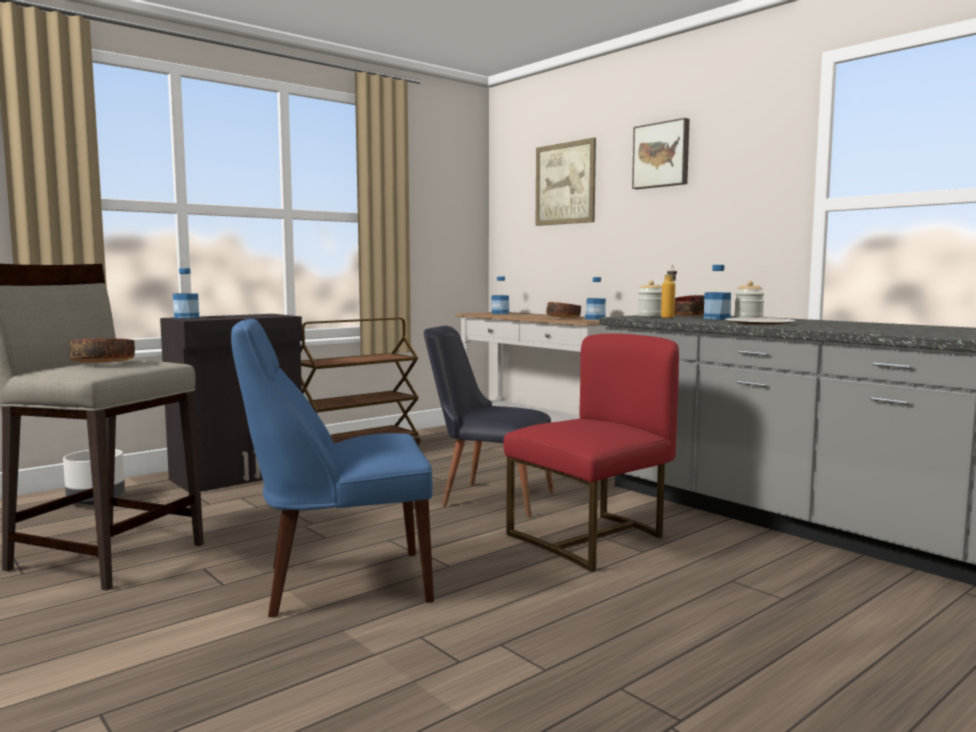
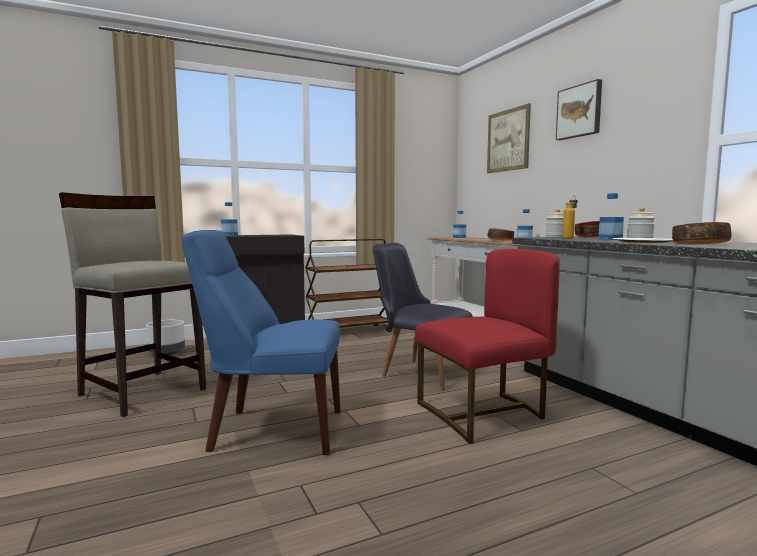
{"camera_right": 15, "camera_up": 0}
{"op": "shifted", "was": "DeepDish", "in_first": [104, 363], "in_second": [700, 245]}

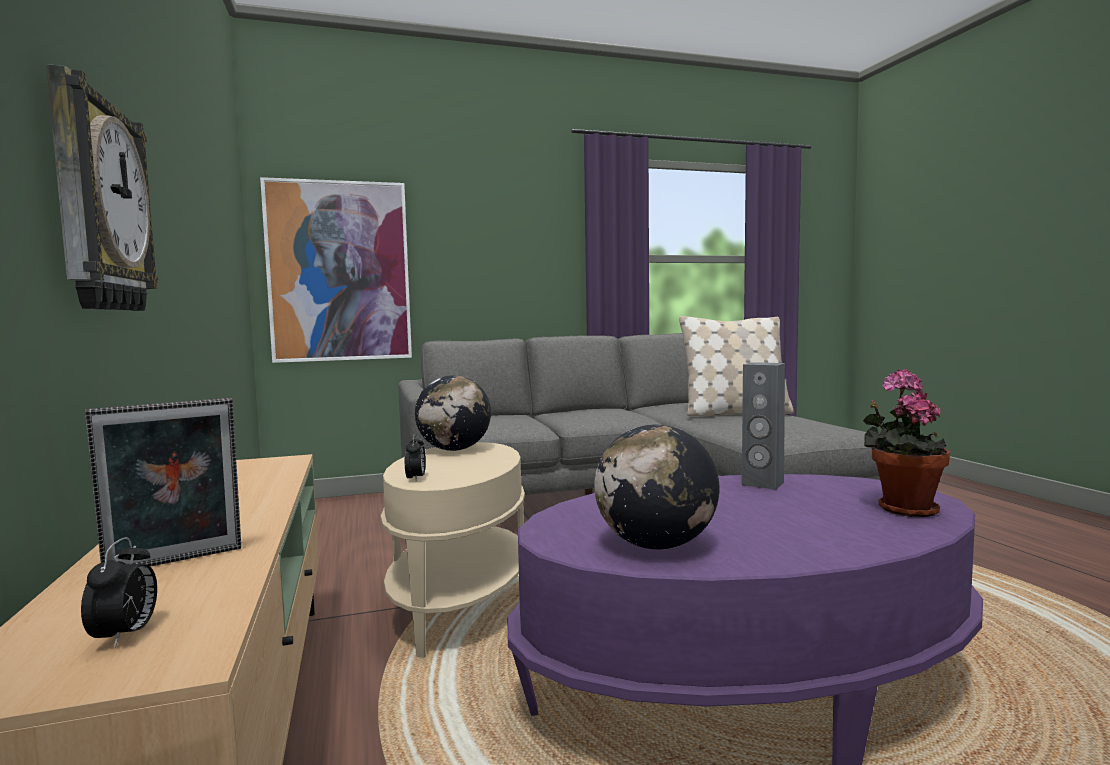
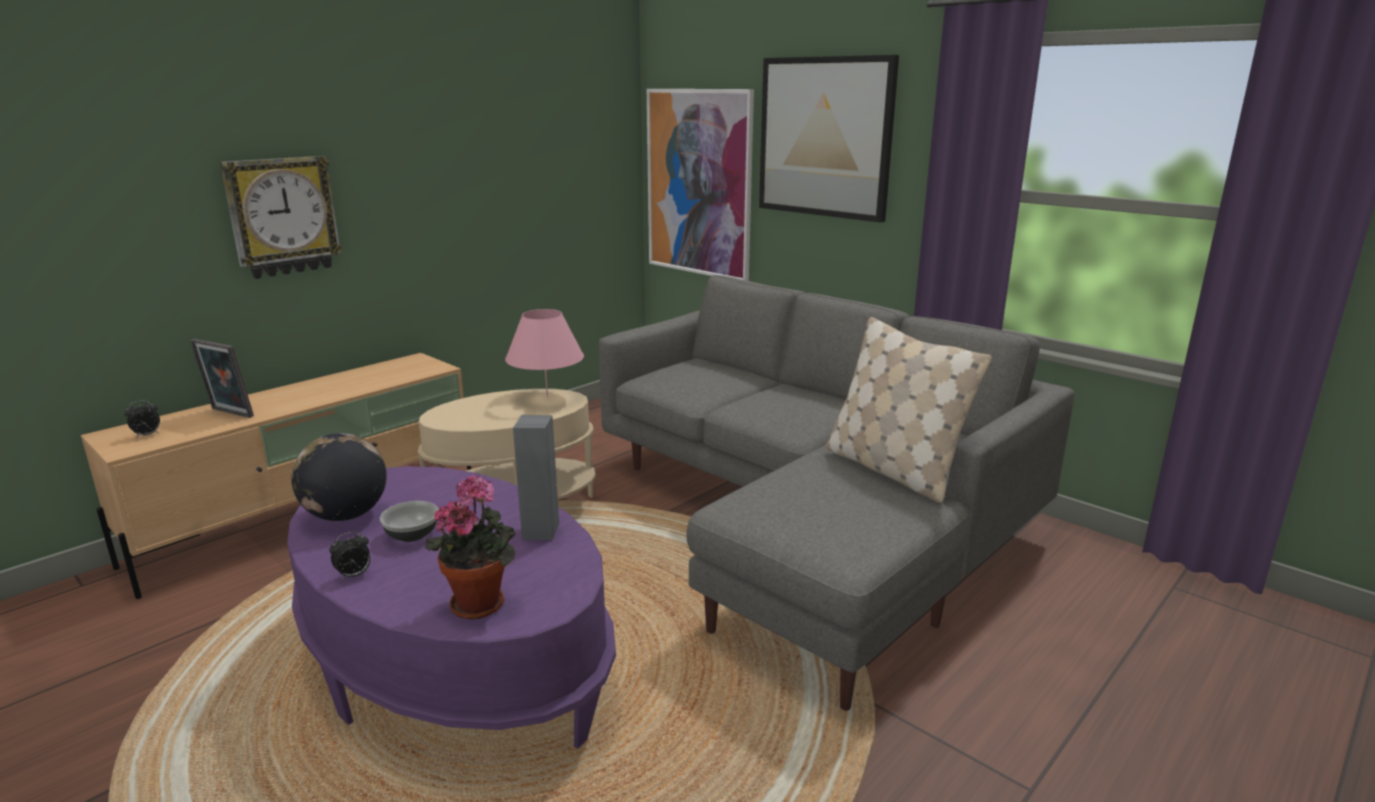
{"camera_right": 60, "camera_up": 15}
{"op": "new", "now": "DeepDish", "in_second": [412, 535]}
{"op": "new", "now": "Picture", "in_second": [825, 137]}
{"op": "shifted", "was": "AlarmClock", "in_first": [416, 479], "in_second": [354, 575]}
{"op": "swapped", "was": "WorldGlobe", "now": "PinkTabletopLamp", "in_first": [454, 449], "in_second": [547, 397]}

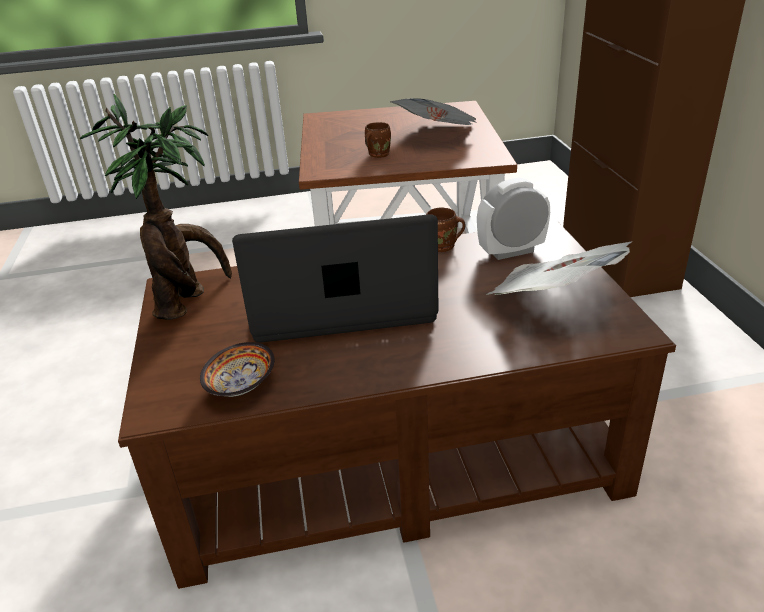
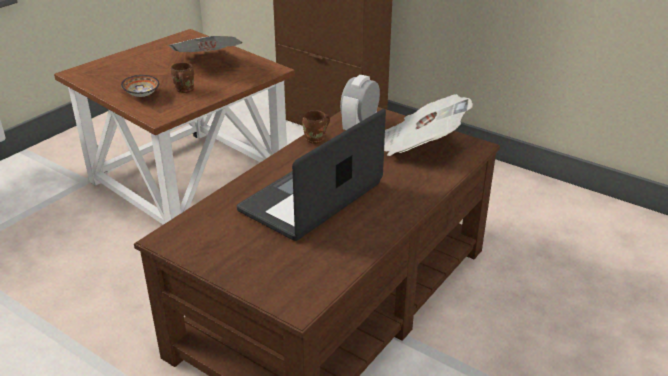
{"camera_right": -45, "camera_up": 0}
{"op": "gone", "was": "Houseplant", "in_first": [188, 300]}
{"op": "shifted", "was": "DeepDish", "in_first": [239, 386], "in_second": [141, 95]}

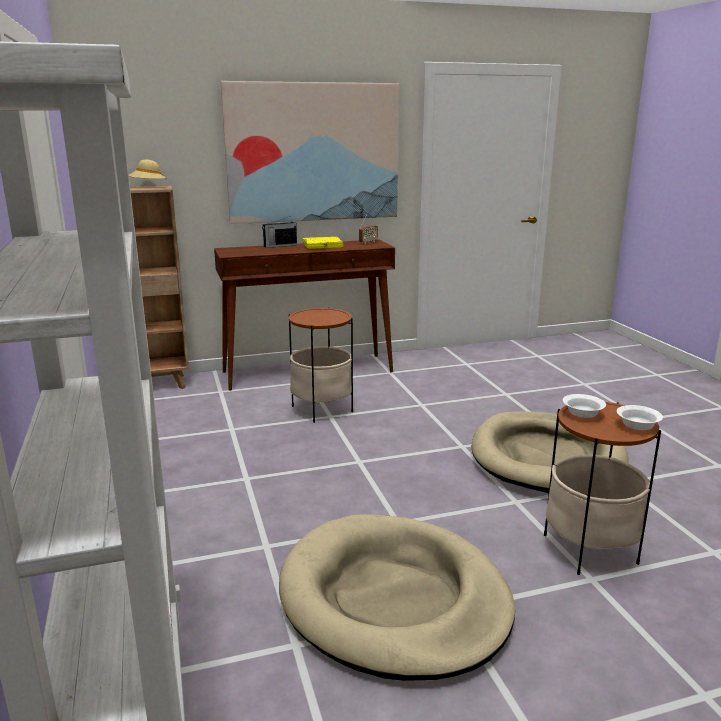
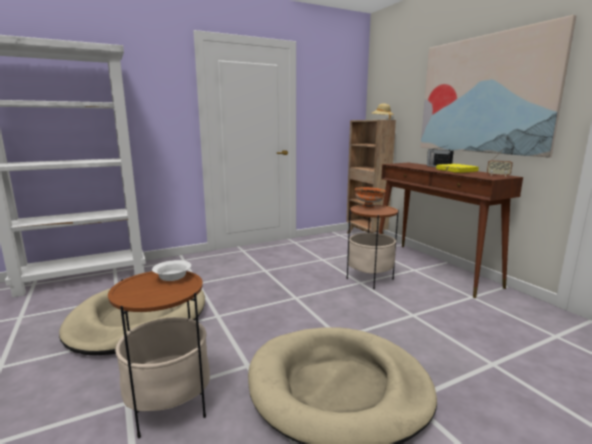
{"camera_right": 80, "camera_up": -5}
{"op": "gone", "was": "WhiteColouredDeepDish", "in_first": [636, 425]}
{"op": "new", "now": "OrangeyDeepDish", "in_second": [369, 206]}

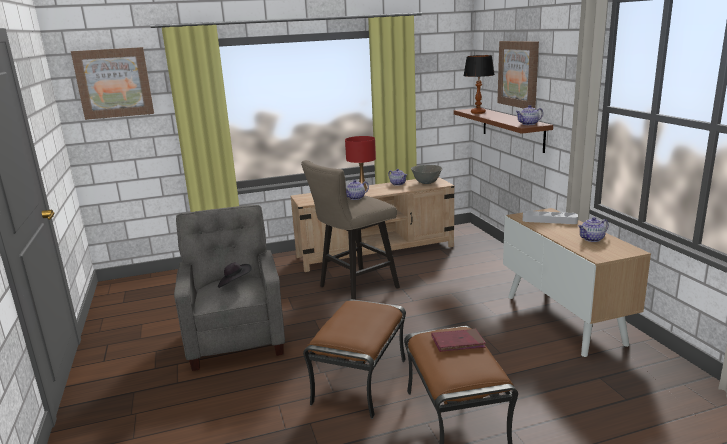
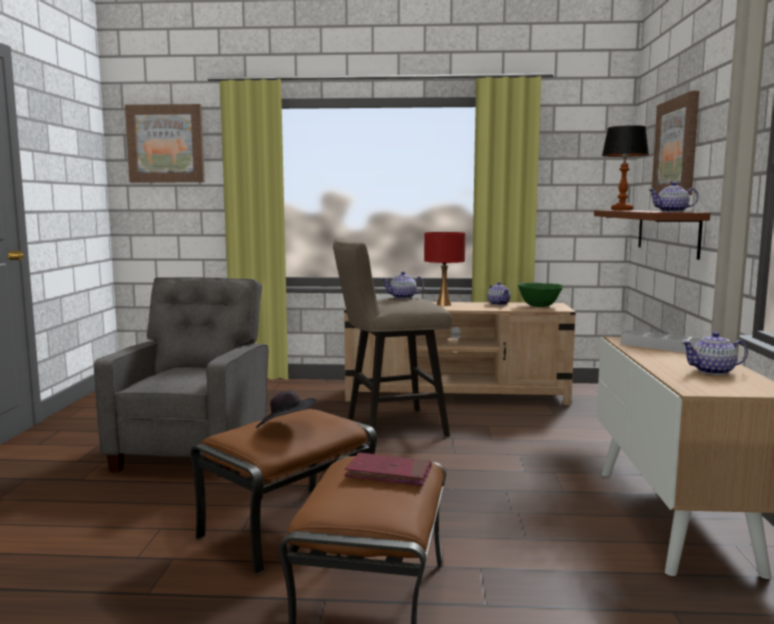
{"camera_right": 20, "camera_up": -10}
{"op": "shifted", "was": "BlackColouredClothingHat", "in_first": [235, 284], "in_second": [286, 428]}
{"op": "repainted", "was": "GreyDeepDish", "now": "GreenColouredDeepDish", "in_first": [426, 182], "in_second": [539, 306]}

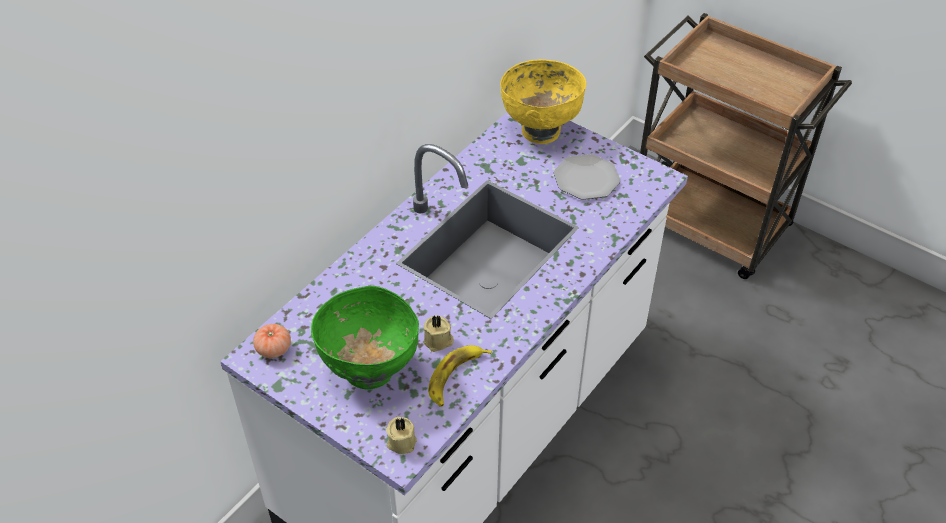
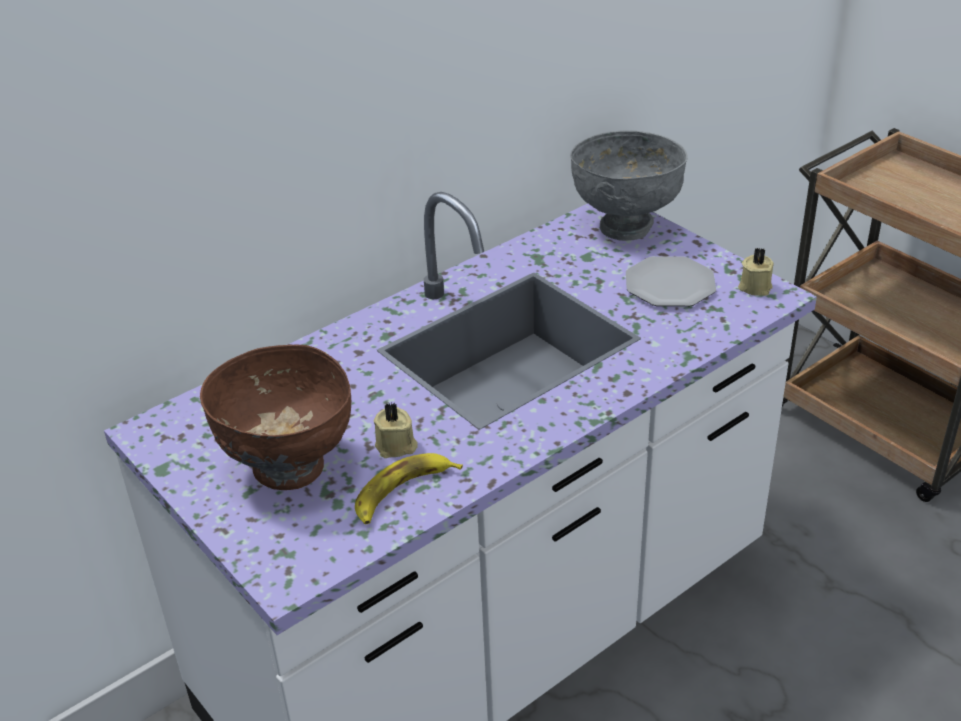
{"camera_right": 15, "camera_up": -10}
{"op": "gone", "was": "WholeTomato", "in_first": [274, 349]}
{"op": "shifted", "was": "SandColouredWaxLight", "in_first": [401, 441], "in_second": [754, 286]}
{"op": "repainted", "was": "GreenColouredDeepDish", "now": "BrownishDeepDish", "in_first": [370, 371], "in_second": [289, 469]}
{"op": "repainted", "was": "YellowColouredDeepDish", "now": "GreyDeepDish", "in_first": [540, 130], "in_second": [625, 226]}

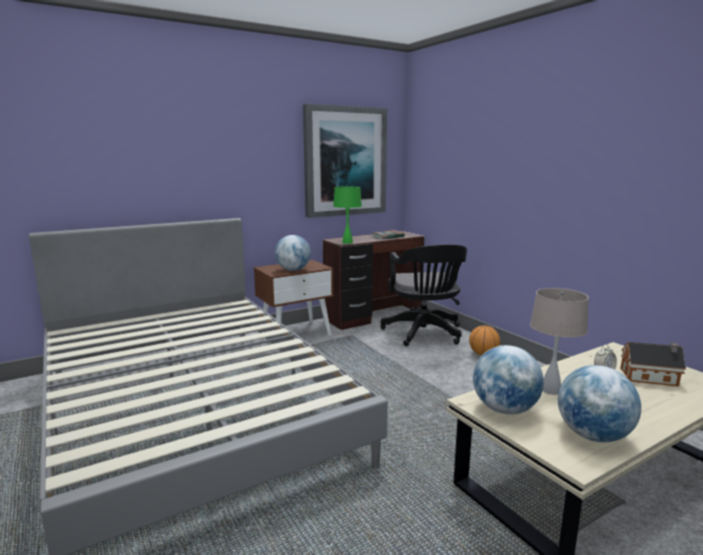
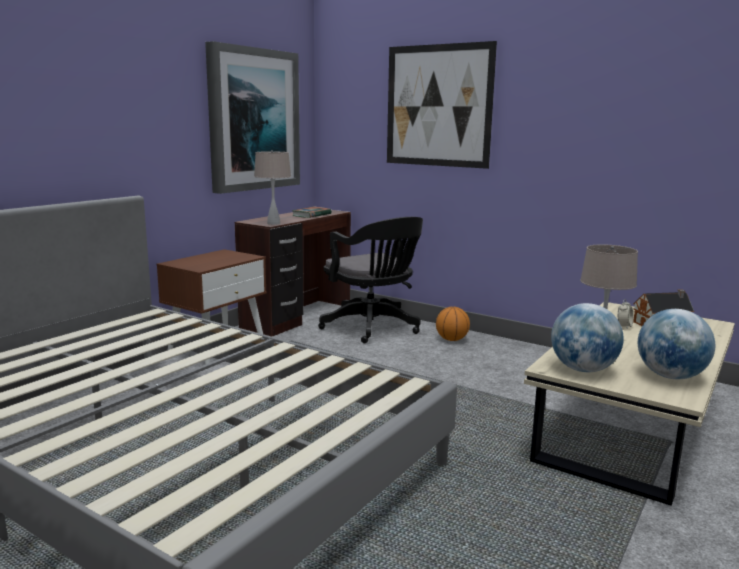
{"camera_right": -25, "camera_up": 0}
{"op": "gone", "was": "WorldGlobe", "in_first": [293, 270]}
{"op": "new", "now": "Picture", "in_second": [438, 106]}
{"op": "repainted", "was": "GreenColouredTabletopLamp", "now": "SandColouredTabletopLamp", "in_first": [347, 242], "in_second": [274, 223]}

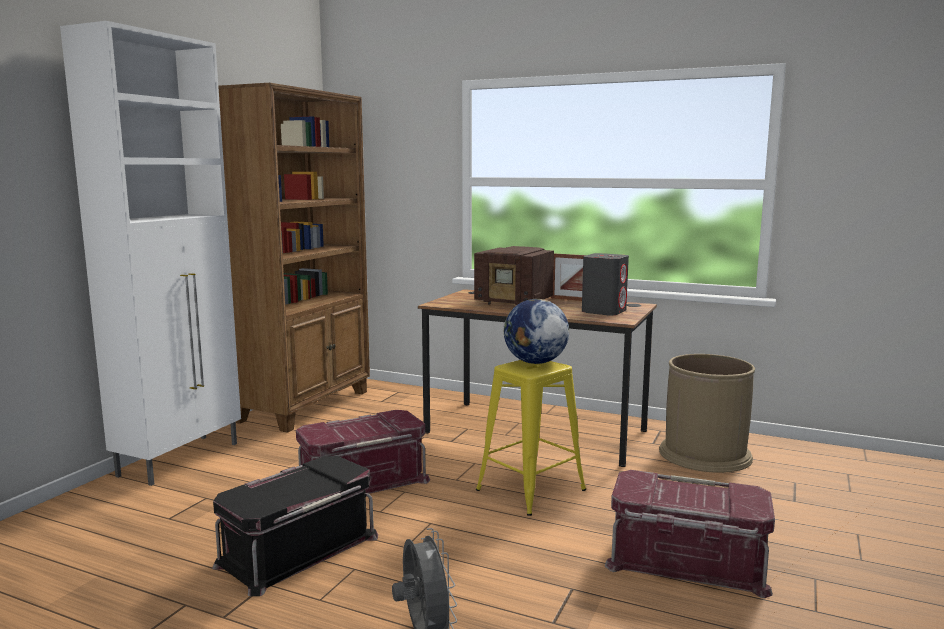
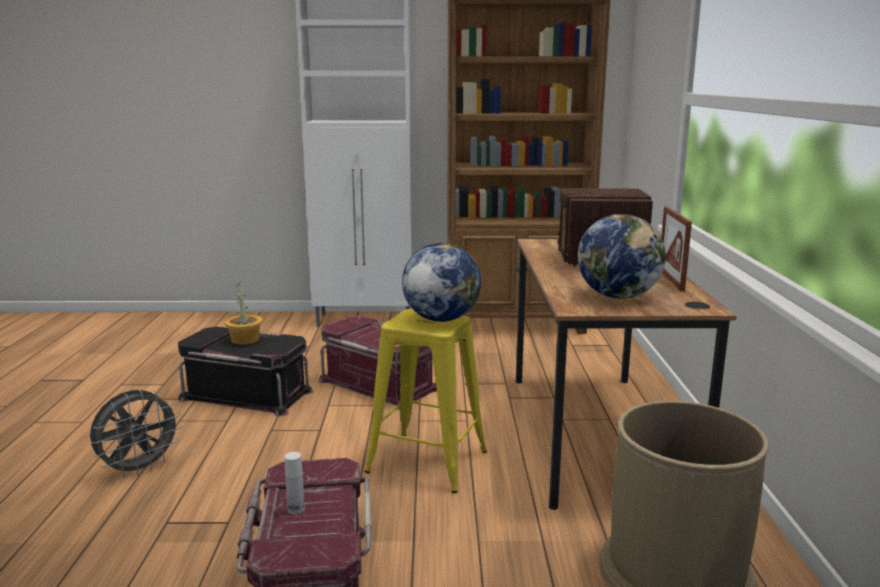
{"camera_right": 65, "camera_up": 5}
{"op": "new", "now": "Houseplant", "in_second": [245, 340]}
{"op": "new", "now": "WhiteColouredBottle", "in_second": [296, 509]}
{"op": "swapped", "was": "GreyLoudspeaker", "now": "WorldGlobe", "in_first": [604, 311], "in_second": [618, 296]}

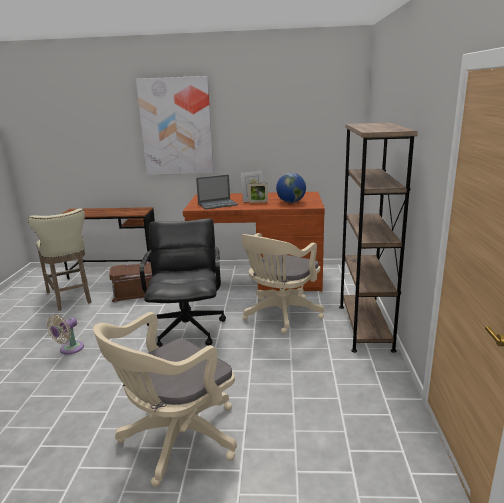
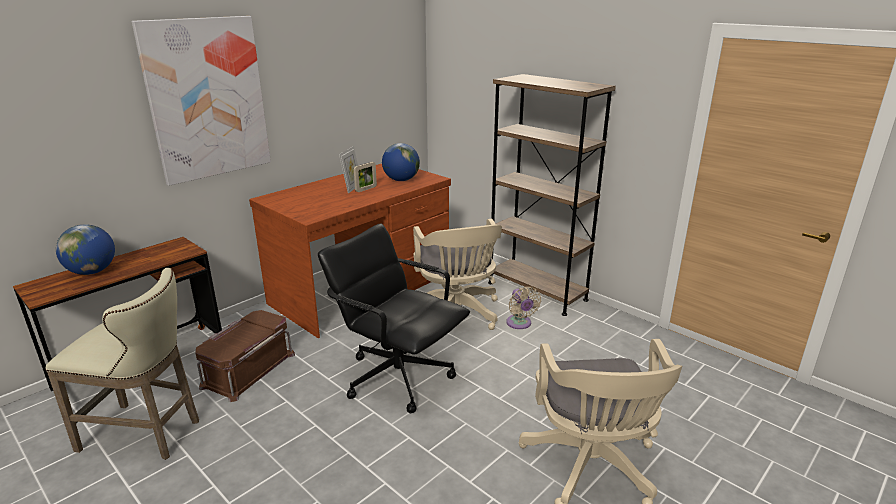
{"camera_right": -50, "camera_up": 5}
{"op": "gone", "was": "Laptop", "in_first": [218, 204]}
{"op": "new", "now": "WorldGlobe", "in_second": [92, 271]}
{"op": "shifted", "was": "SandColouredCoolingFan", "in_first": [69, 349], "in_second": [519, 324]}

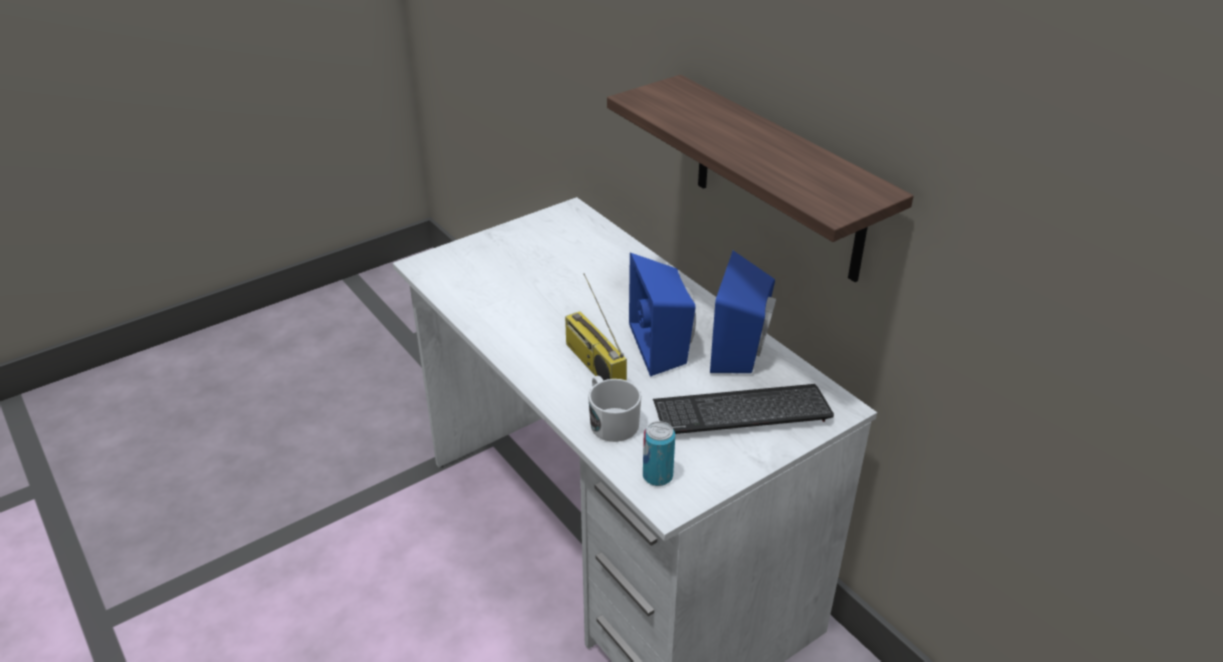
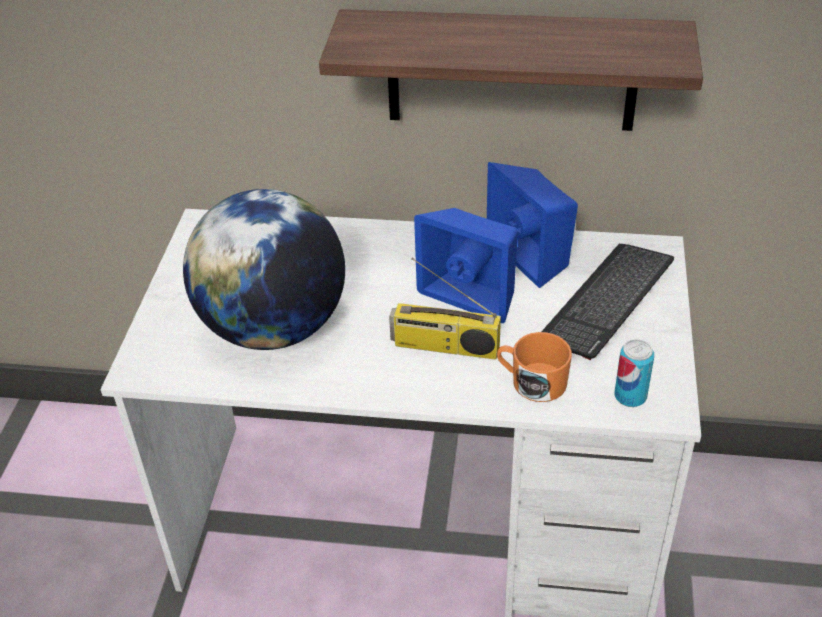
{"camera_right": -45, "camera_up": 5}
{"op": "new", "now": "WorldGlobe", "in_second": [274, 327]}
{"op": "repainted", "was": "WhiteColouredMug", "now": "OrangeyMug", "in_first": [611, 421], "in_second": [532, 382]}

